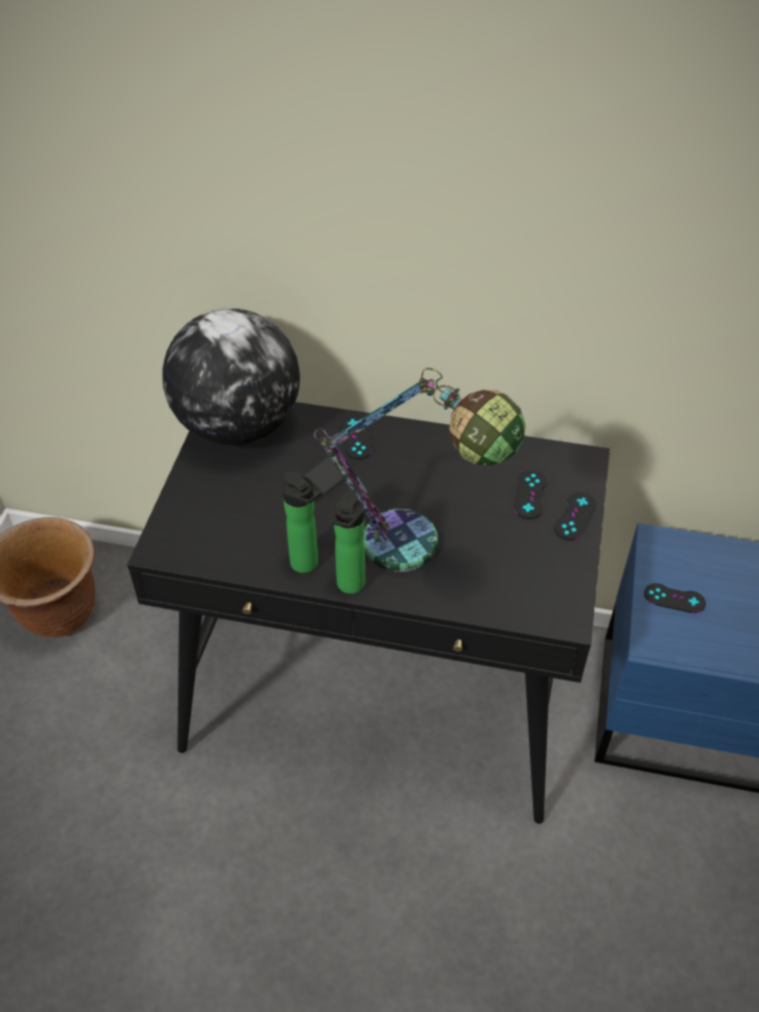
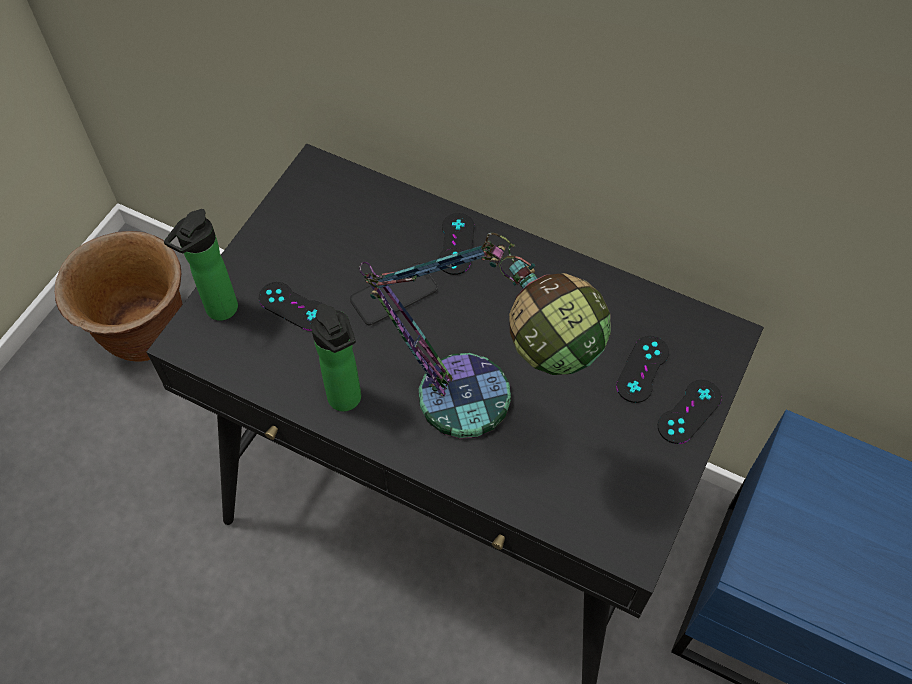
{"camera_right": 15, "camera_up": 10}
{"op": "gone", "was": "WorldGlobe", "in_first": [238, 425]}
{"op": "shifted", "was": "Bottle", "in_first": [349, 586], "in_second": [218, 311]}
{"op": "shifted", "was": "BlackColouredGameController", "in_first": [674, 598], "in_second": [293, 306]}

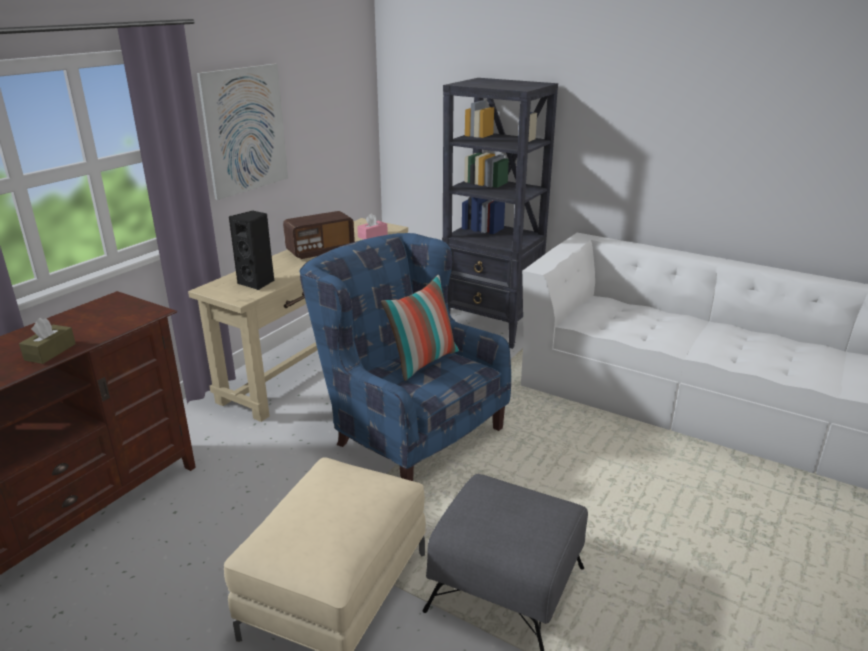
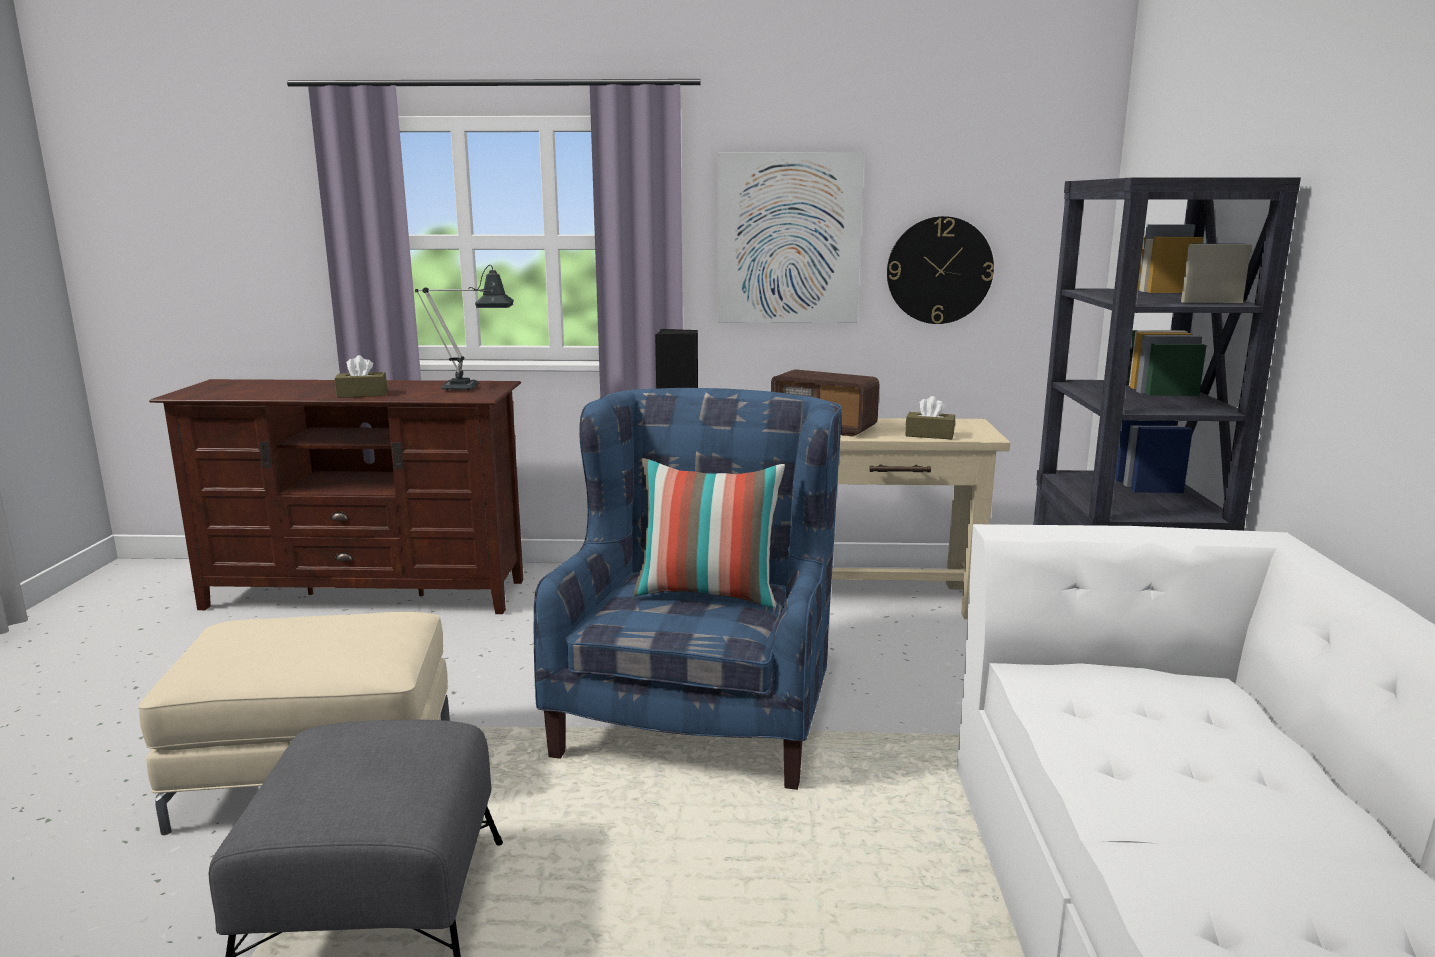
{"camera_right": 60, "camera_up": -10}
{"op": "new", "now": "TabletopLamp", "in_second": [470, 388]}
{"op": "new", "now": "WallClock", "in_second": [939, 270]}
{"op": "repainted", "was": "PinkTissueHolder", "now": "BrownishTissueHolder", "in_first": [372, 236], "in_second": [929, 435]}

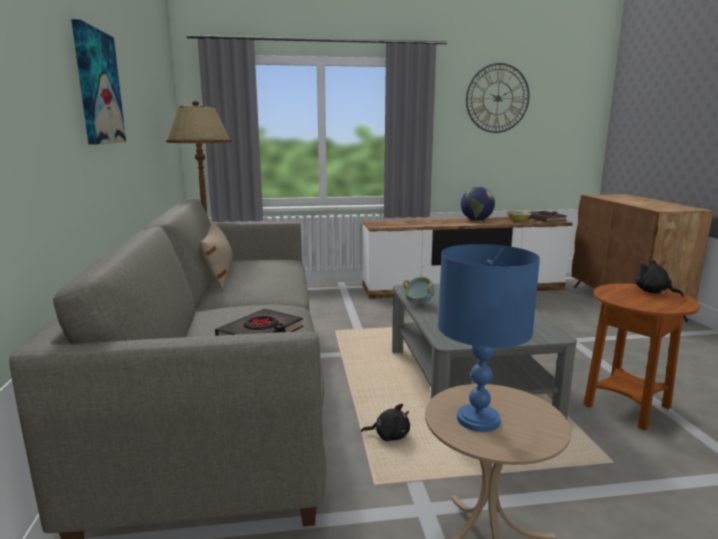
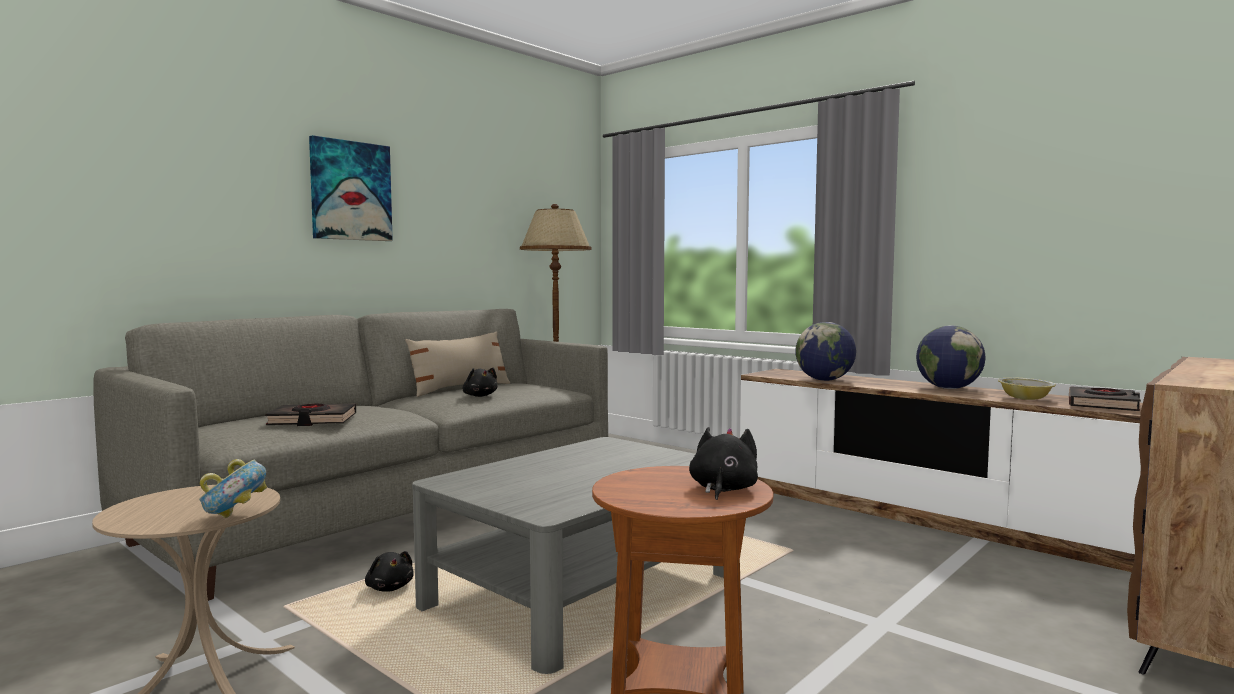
{"camera_right": 50, "camera_up": -10}
{"op": "gone", "was": "BlueTabletopLamp", "in_first": [477, 420]}
{"op": "gone", "was": "WallClock", "in_first": [497, 98]}
{"op": "new", "now": "BlackColouredSoftToy", "in_second": [480, 396]}
{"op": "new", "now": "WorldGlobe", "in_second": [824, 380]}
{"op": "shifted", "was": "DeepDish", "in_first": [419, 304], "in_second": [234, 517]}

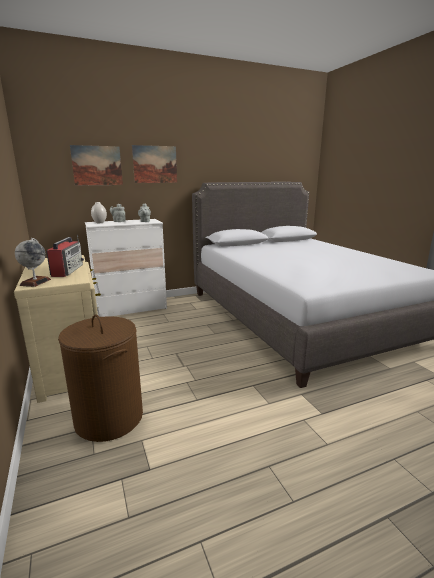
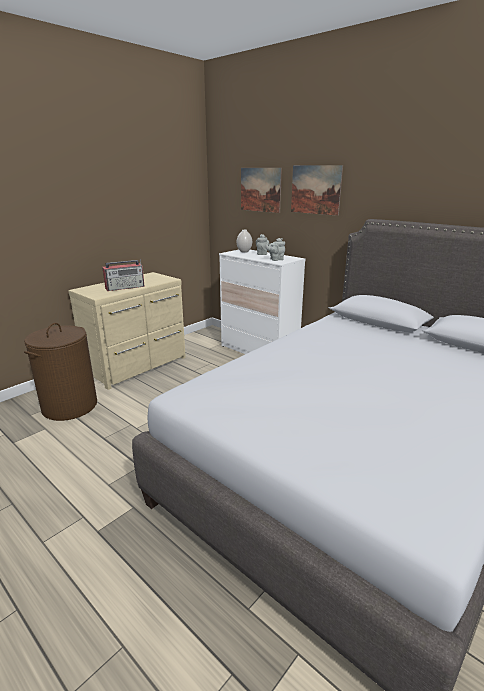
{"camera_right": 65, "camera_up": 5}
{"op": "gone", "was": "WorldGlobe", "in_first": [35, 282]}

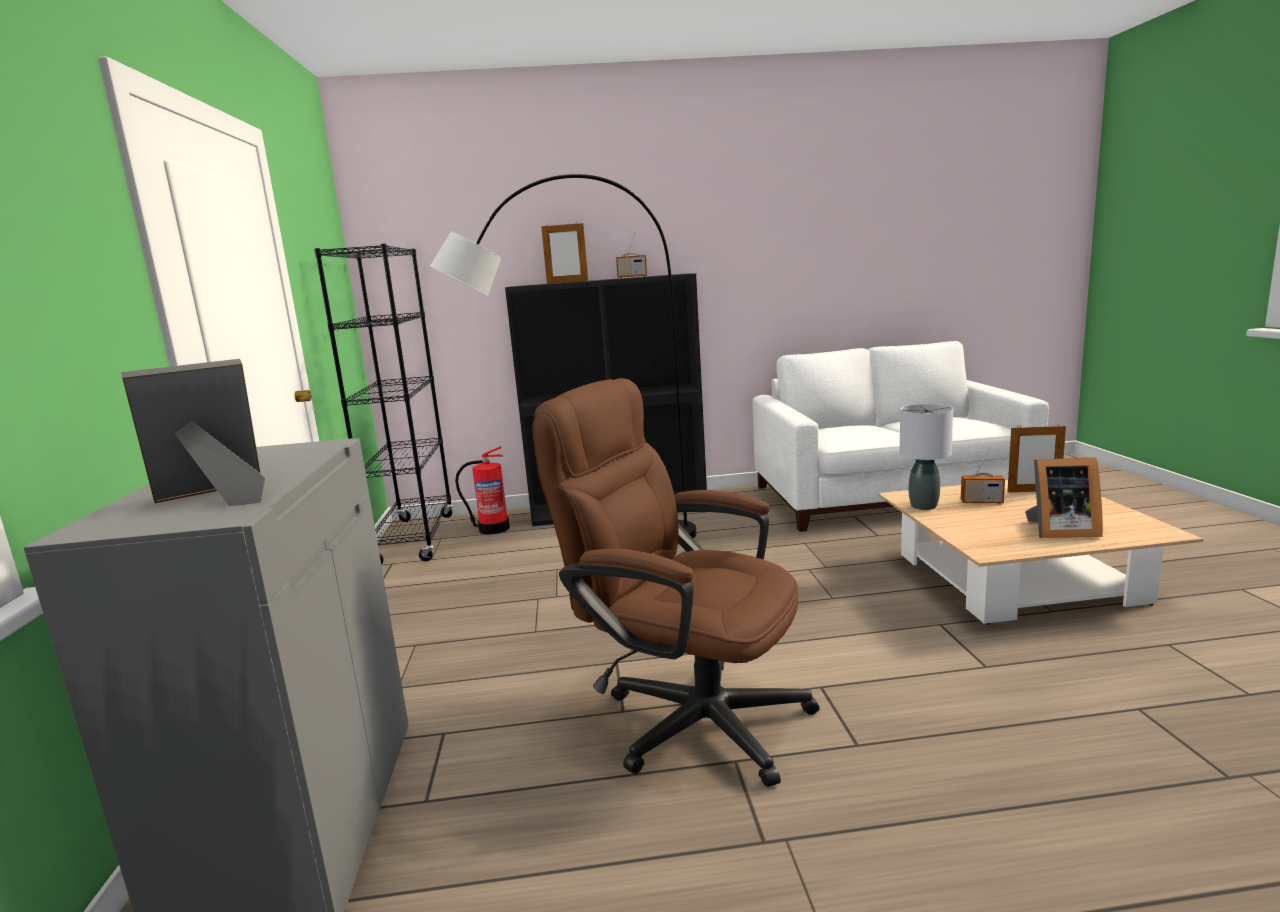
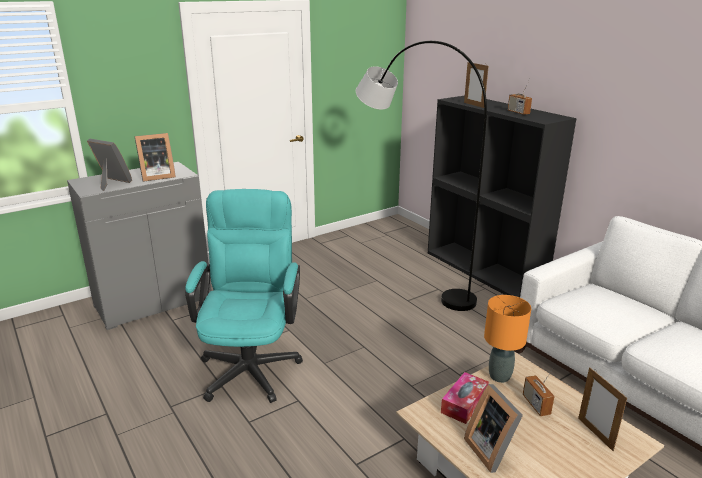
{"camera_right": 60, "camera_up": 10}
{"op": "gone", "was": "BlackColouredBookshelf", "in_first": [415, 539]}
{"op": "gone", "was": "FireFightingCylinder", "in_first": [493, 529]}
{"op": "new", "now": "PictureFrame", "in_second": [156, 177]}
{"op": "new", "now": "TissueHolder", "in_second": [464, 403]}
{"op": "repainted", "was": "BrownishDeskChair", "now": "TurquoiseDeskChair", "in_first": [688, 716], "in_second": [251, 364]}
{"op": "repainted", "was": "GreyTabletopLamp", "now": "OrangeyTabletopLamp", "in_first": [924, 506], "in_second": [500, 376]}

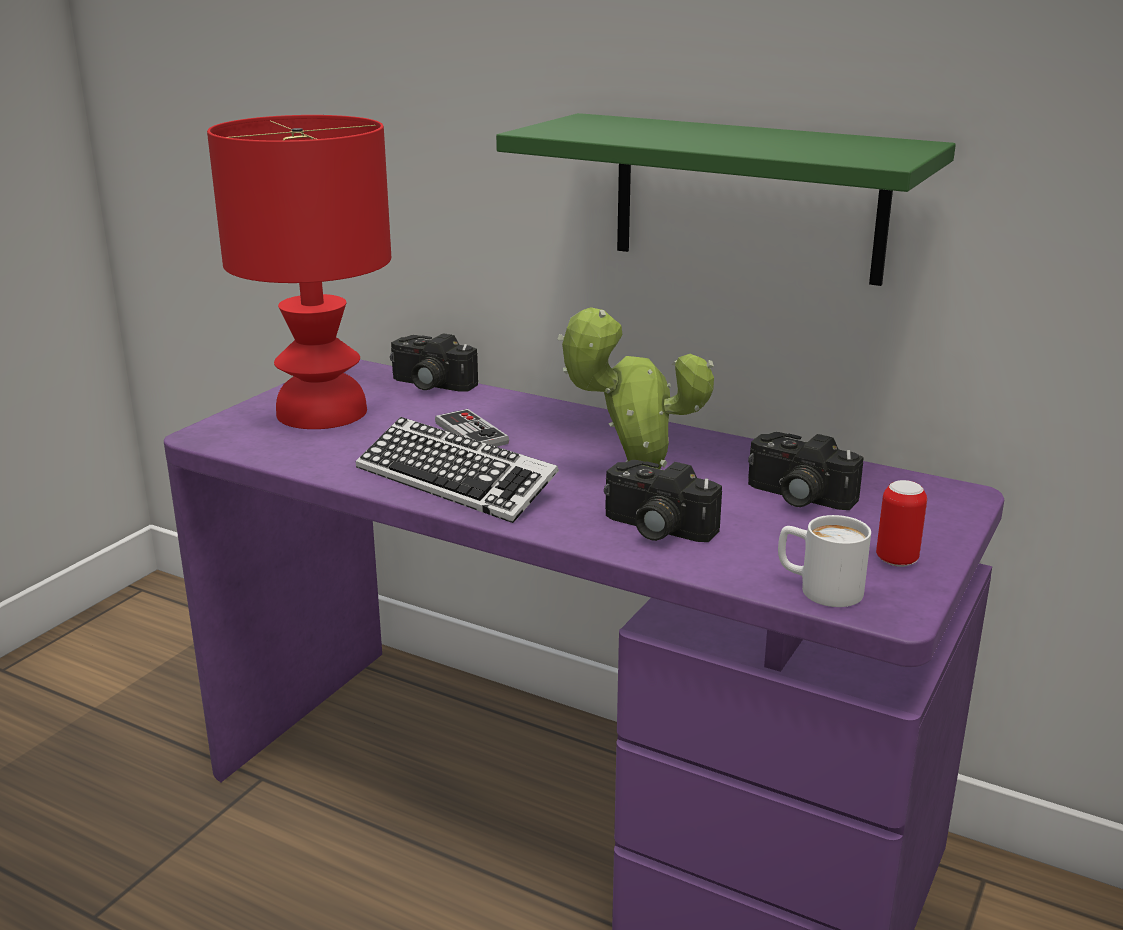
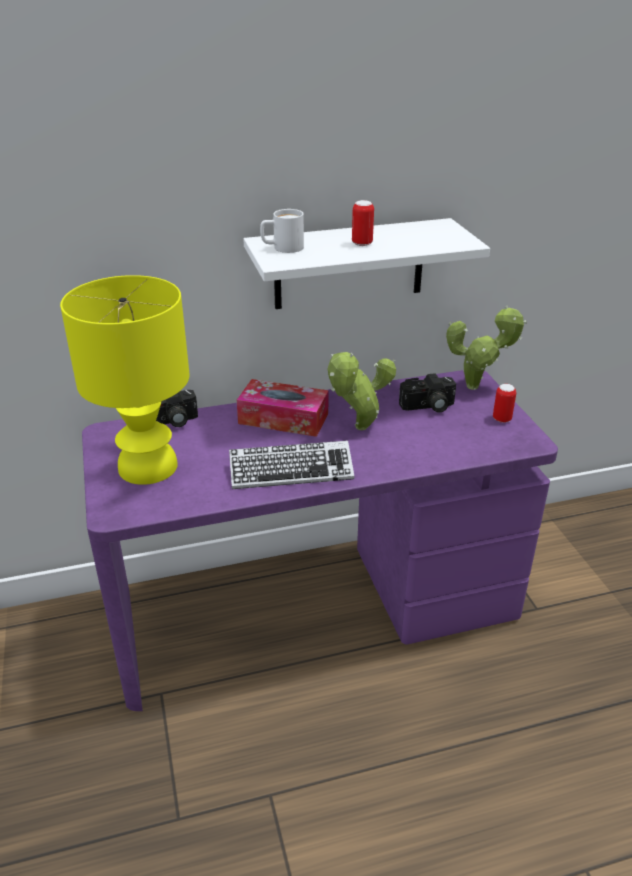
{"camera_right": -45, "camera_up": 10}
{"op": "gone", "was": "GameController", "in_first": [471, 433]}
{"op": "gone", "was": "PhotoCamera", "in_first": [655, 529]}
{"op": "new", "now": "TissueHolder", "in_second": [283, 419]}
{"op": "new", "now": "MetalCan", "in_second": [362, 243]}
{"op": "new", "now": "Houseplant", "in_second": [477, 387]}
{"op": "shifted", "was": "WhiteColouredMug", "in_first": [818, 588], "in_second": [282, 248]}
{"op": "repainted", "was": "RedColouredTabletopLamp", "now": "YellowColouredTabletopLamp", "in_first": [320, 412], "in_second": [146, 467]}
{"op": "repainted", "was": "GreenColouredShelf", "now": "WhiteColouredShelf", "in_first": [748, 198], "in_second": [349, 264]}

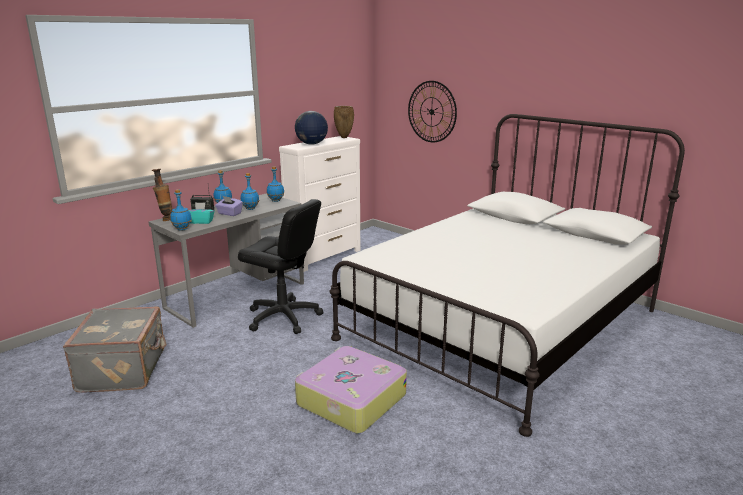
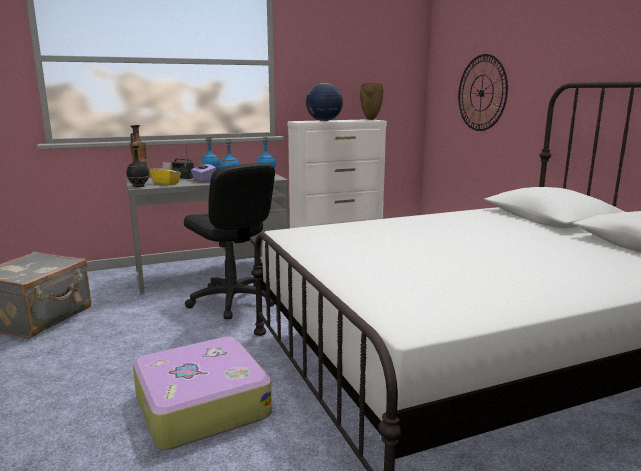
{"camera_right": 25, "camera_up": -5}
{"op": "repainted", "was": "BlueBottle", "now": "BlackColouredBottle", "in_first": [182, 229], "in_second": [139, 186]}
{"op": "repainted", "was": "TurquoiseTissueHolder", "now": "YellowColouredTissueHolder", "in_first": [201, 221], "in_second": [166, 183]}

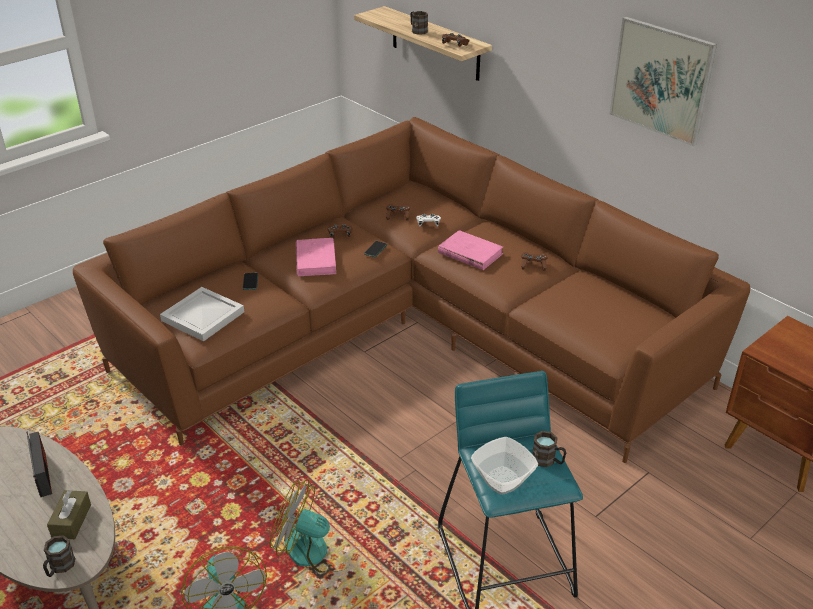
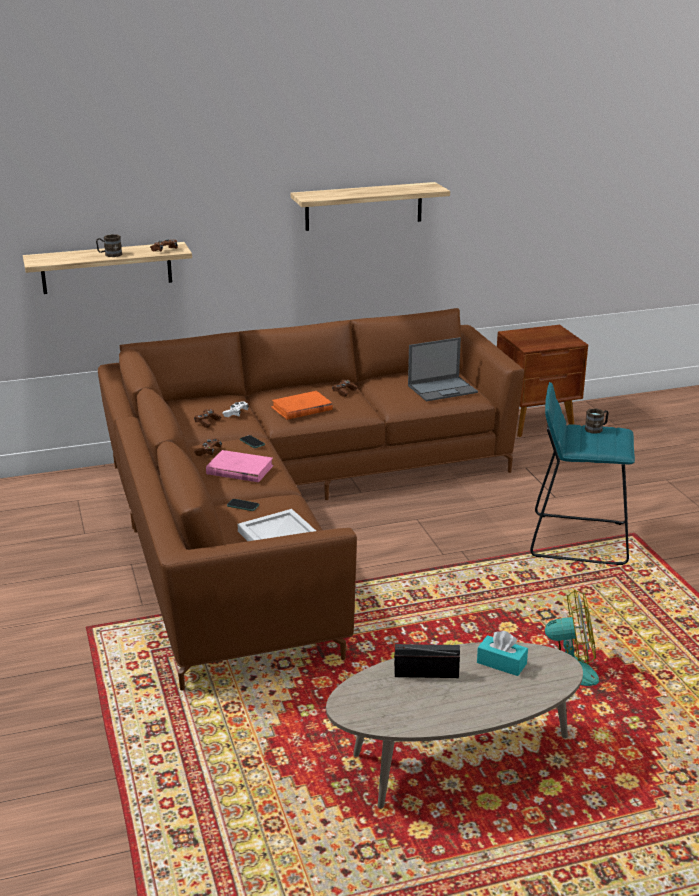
{"camera_right": -65, "camera_up": -10}
{"op": "gone", "was": "BrownishMug", "in_first": [59, 567]}
{"op": "gone", "was": "CoolingFan", "in_first": [317, 550]}
{"op": "gone", "was": "DeepDish", "in_first": [502, 481]}
{"op": "new", "now": "Laptop", "in_second": [443, 389]}
{"op": "swapped", "was": "Picture", "now": "Shelf", "in_first": [661, 80], "in_second": [364, 206]}
{"op": "repainted", "was": "BrownishTissueHolder", "now": "TurquoiseTissueHolder", "in_first": [71, 521], "in_second": [501, 663]}
{"op": "repainted", "was": "PinkBoundBook", "now": "OrangeyBoundBook", "in_first": [470, 253], "in_second": [301, 408]}

